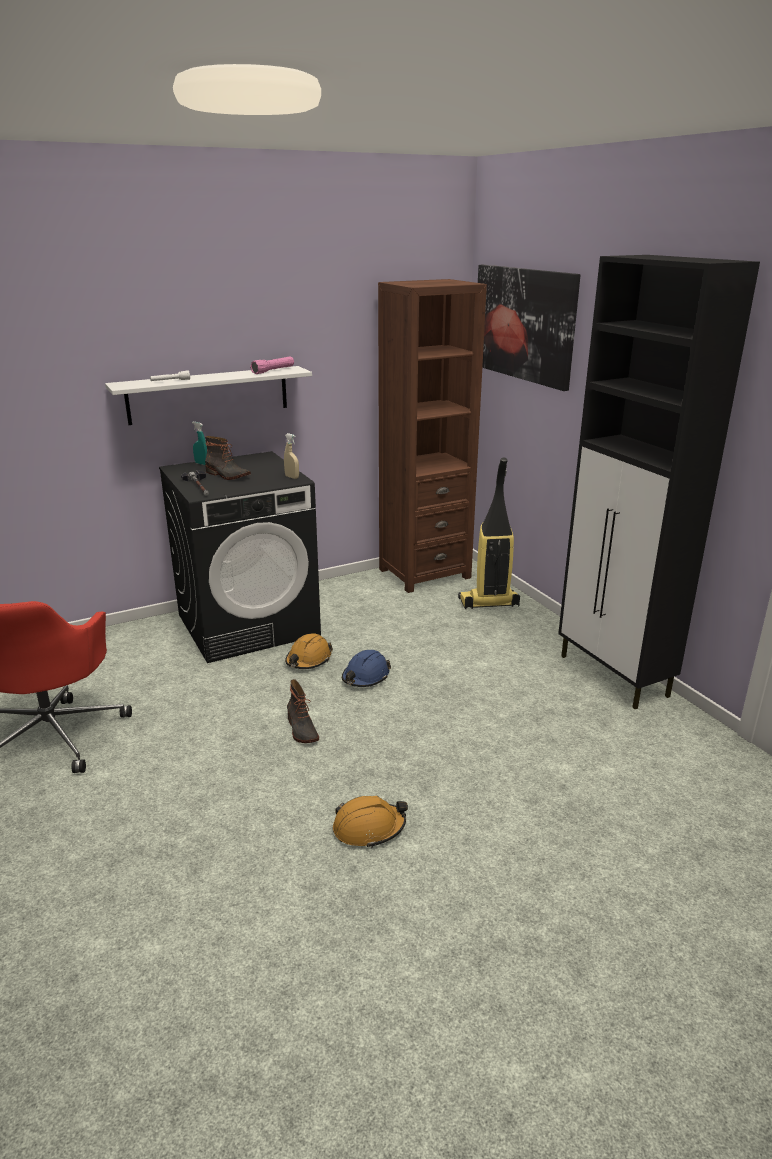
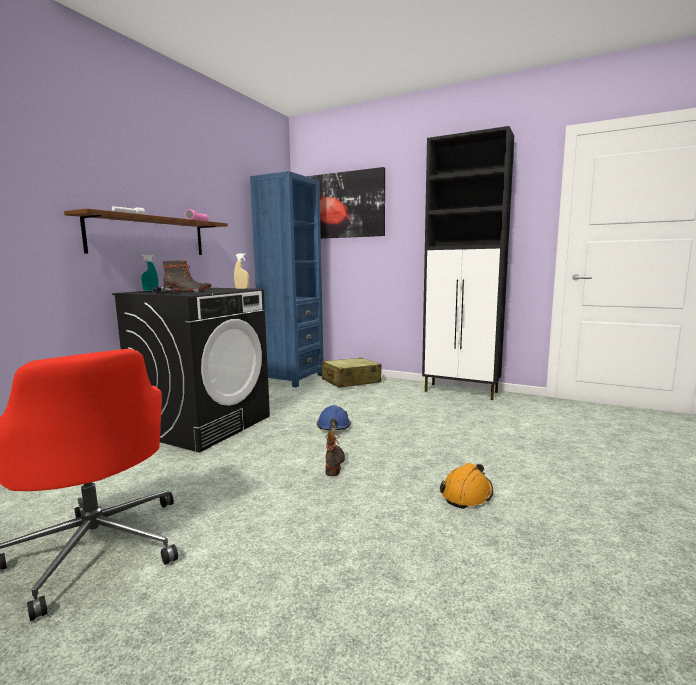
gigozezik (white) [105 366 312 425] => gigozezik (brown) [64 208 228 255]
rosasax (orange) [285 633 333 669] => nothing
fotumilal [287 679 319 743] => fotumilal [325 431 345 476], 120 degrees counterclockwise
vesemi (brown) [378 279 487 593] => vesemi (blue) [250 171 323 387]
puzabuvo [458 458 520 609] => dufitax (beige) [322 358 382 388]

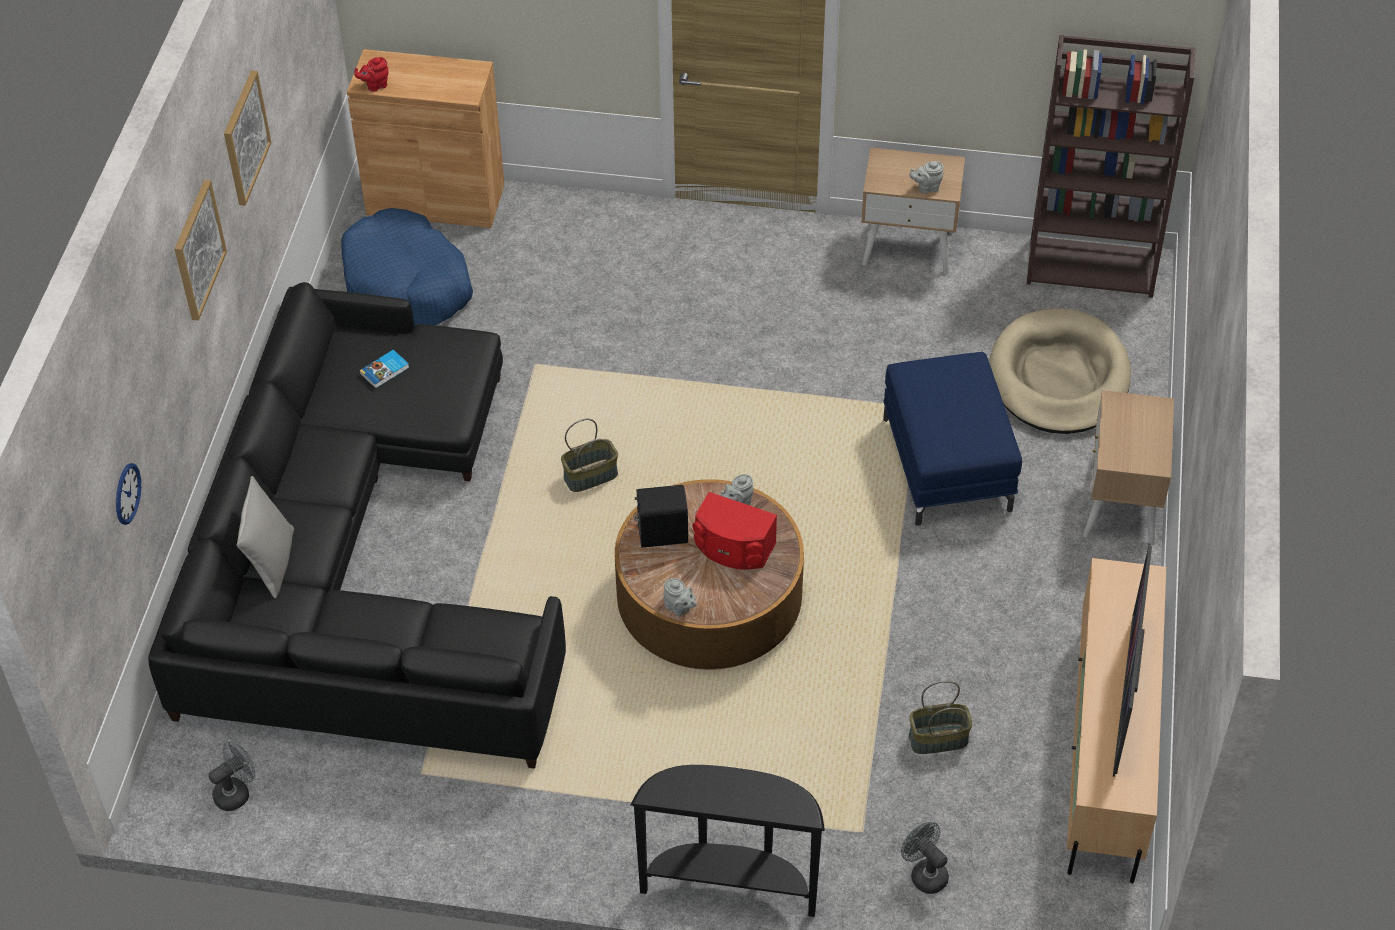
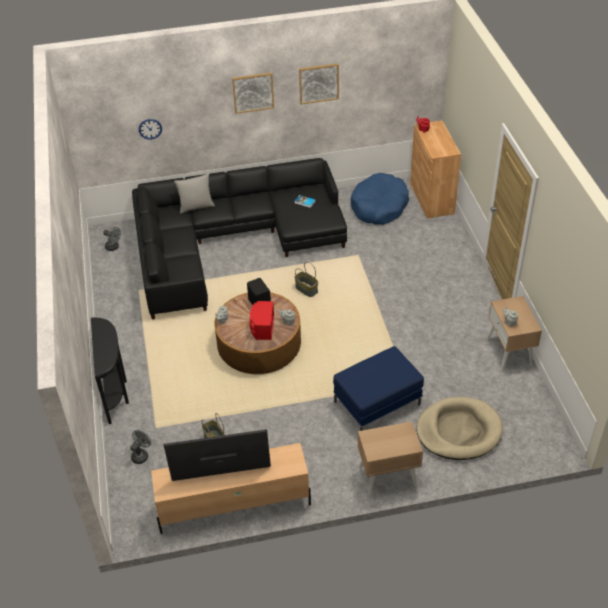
vesemi (brown) [1027 35 1195 298] => nothing

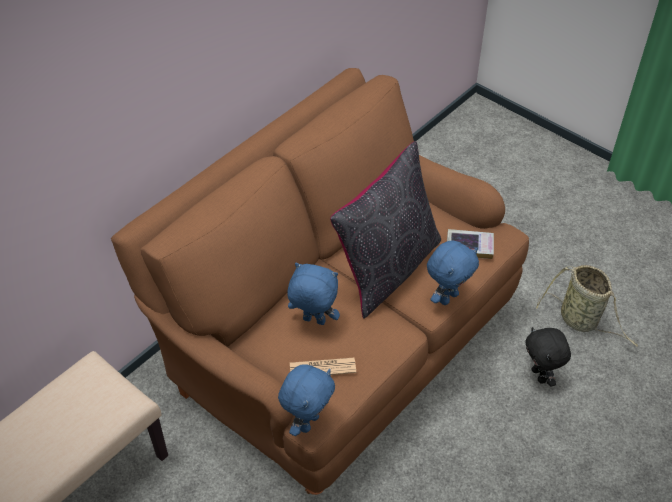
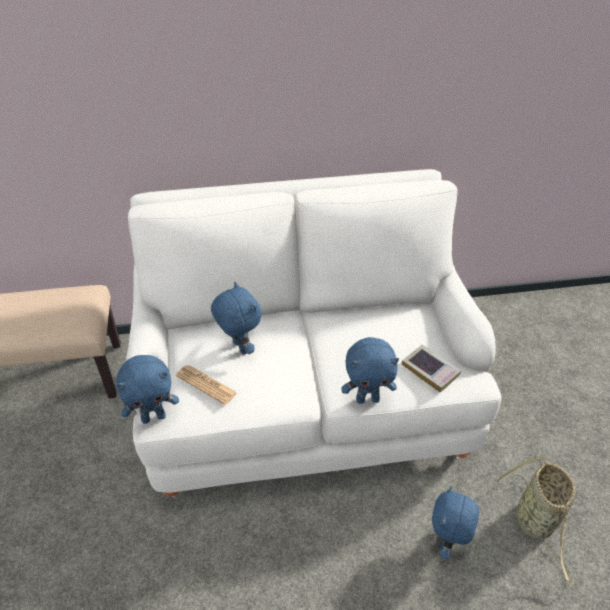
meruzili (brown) [111 68 529 495] => meruzili (white) [126 169 501 497]
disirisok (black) [330 141 441 319] => nothing
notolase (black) [525 327 571 387] => notolase (blue) [432 486 479 559]

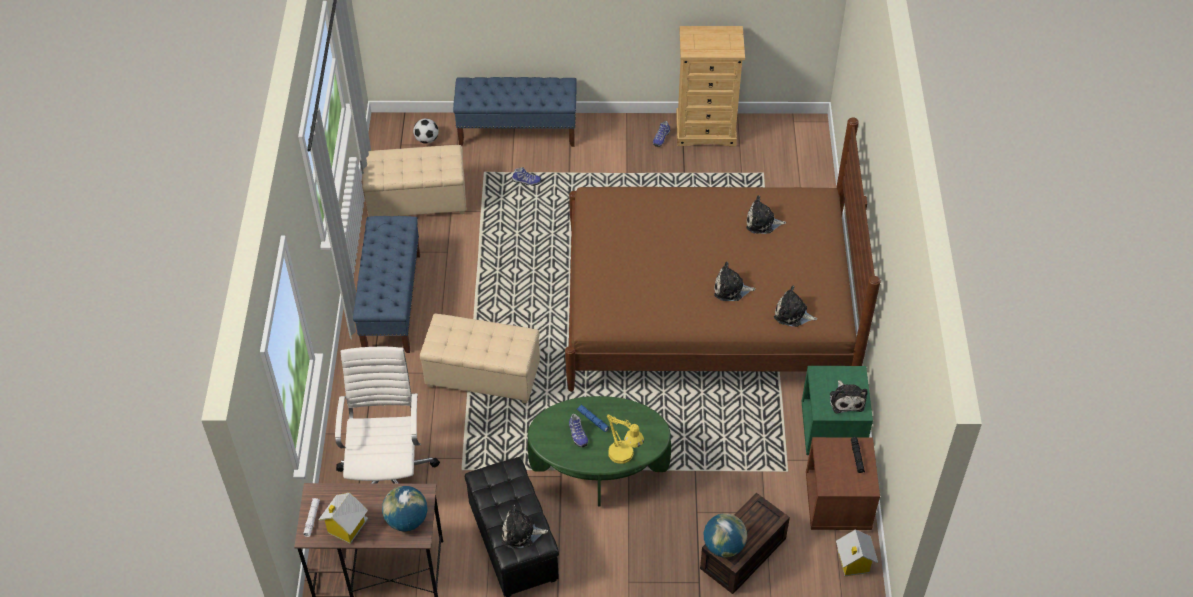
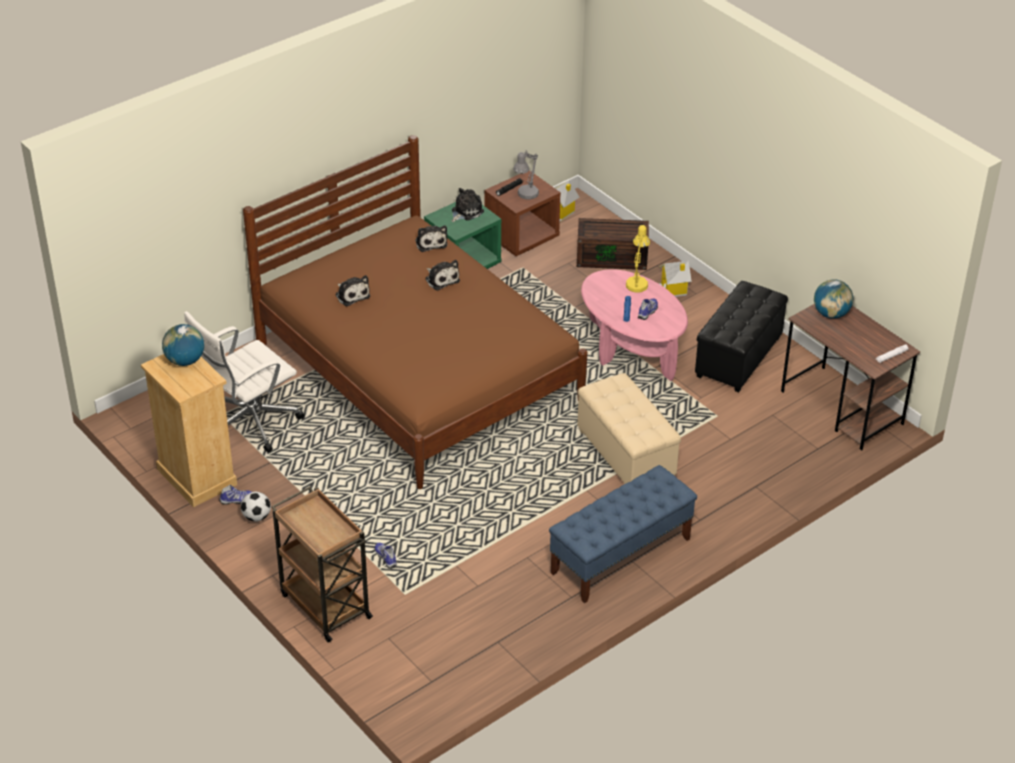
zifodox [318 492 368 544] => zifodox [659 261 692 297], shifted
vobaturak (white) [335 346 440 484] => vobaturak (white) [184 311 305 453], shifted
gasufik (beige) [362 145 466 217] => nothing
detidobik [413 118 439 144] => detidobik [241 492 271 522], shifted
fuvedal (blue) [453 77 577 147] => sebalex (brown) [272 486 373 643]
notolase [502 504 548 548] => nothing
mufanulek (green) [528 396 671 507] => mufanulek (pink) [581 269 688 381]
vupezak [704 513 747 557] => vupezak [162 324 204 366], shifted
nothing => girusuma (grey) [513 150 539 199]

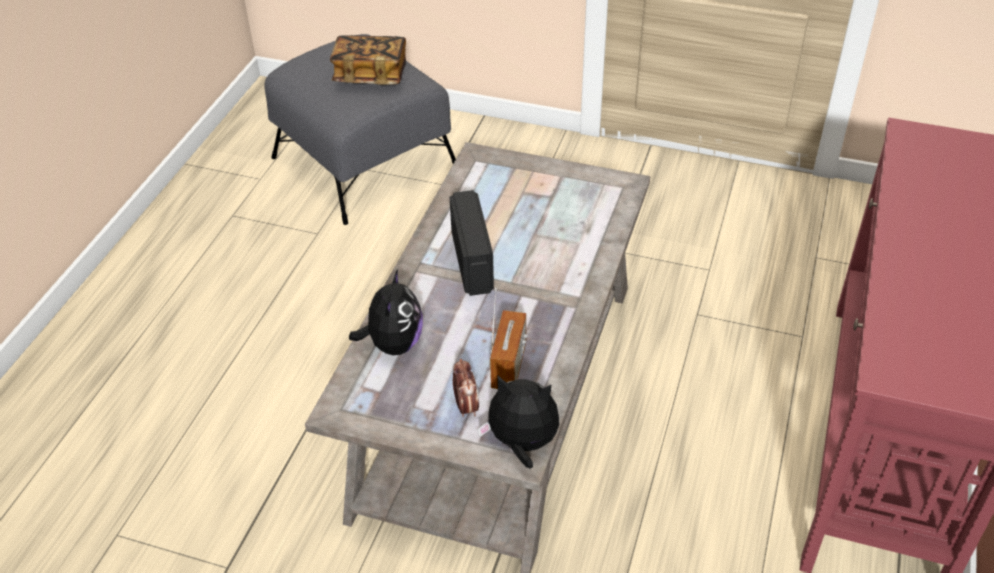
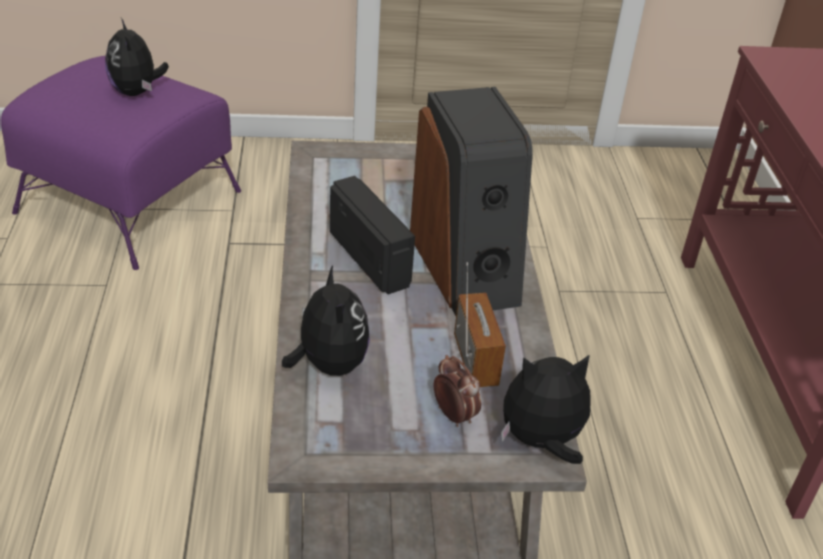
gasufik (grey) [264 34 456 225] => gasufik (purple) [1 56 241 270]
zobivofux [330 35 406 85] => notolase [105 18 169 96]
nothing => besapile [410 87 533 316]

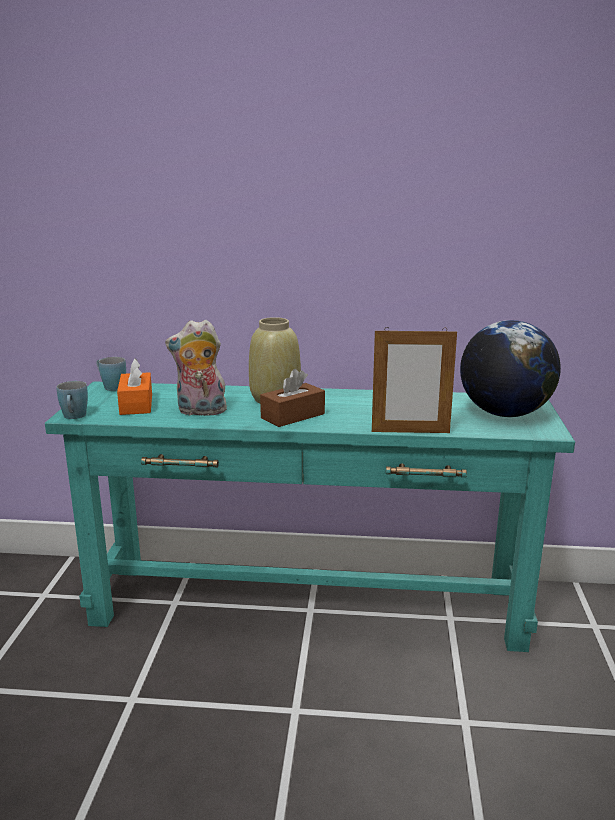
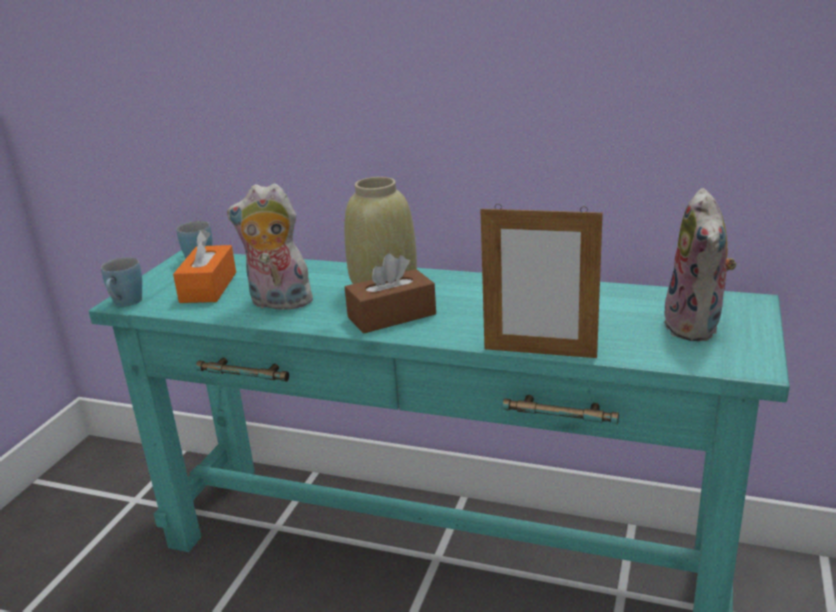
vupezak [460 320 561 417] => notolase [664 188 737 342]

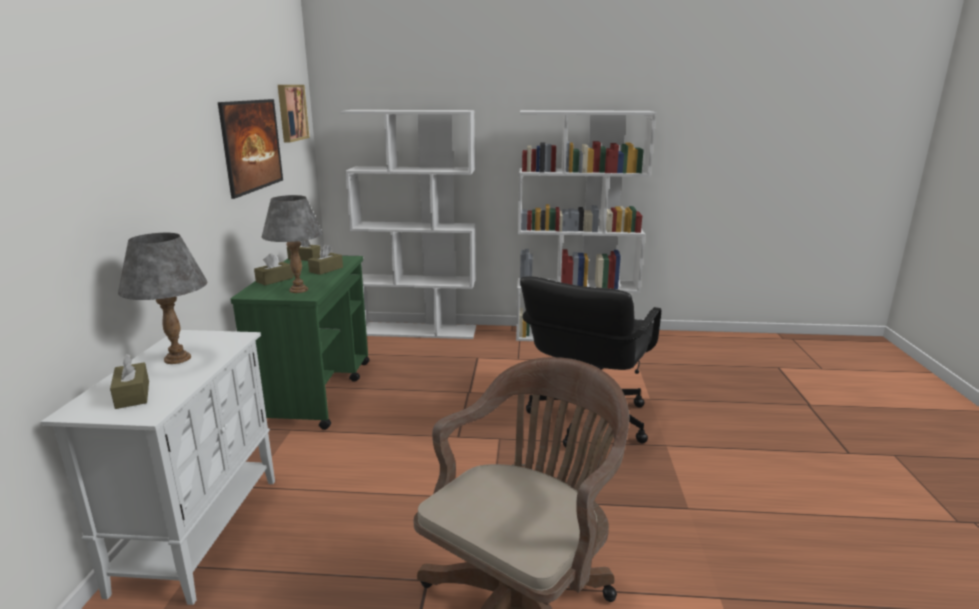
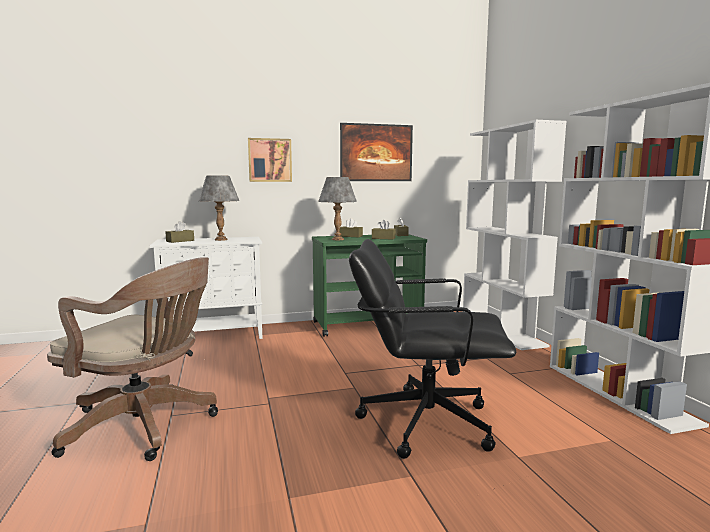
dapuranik [278 85 310 142] => dapuranik [248 138 292 182], shifted

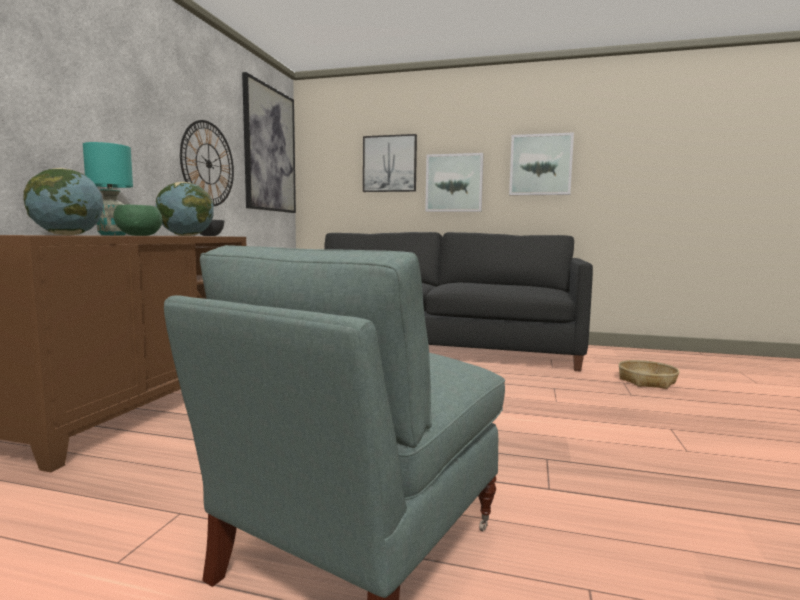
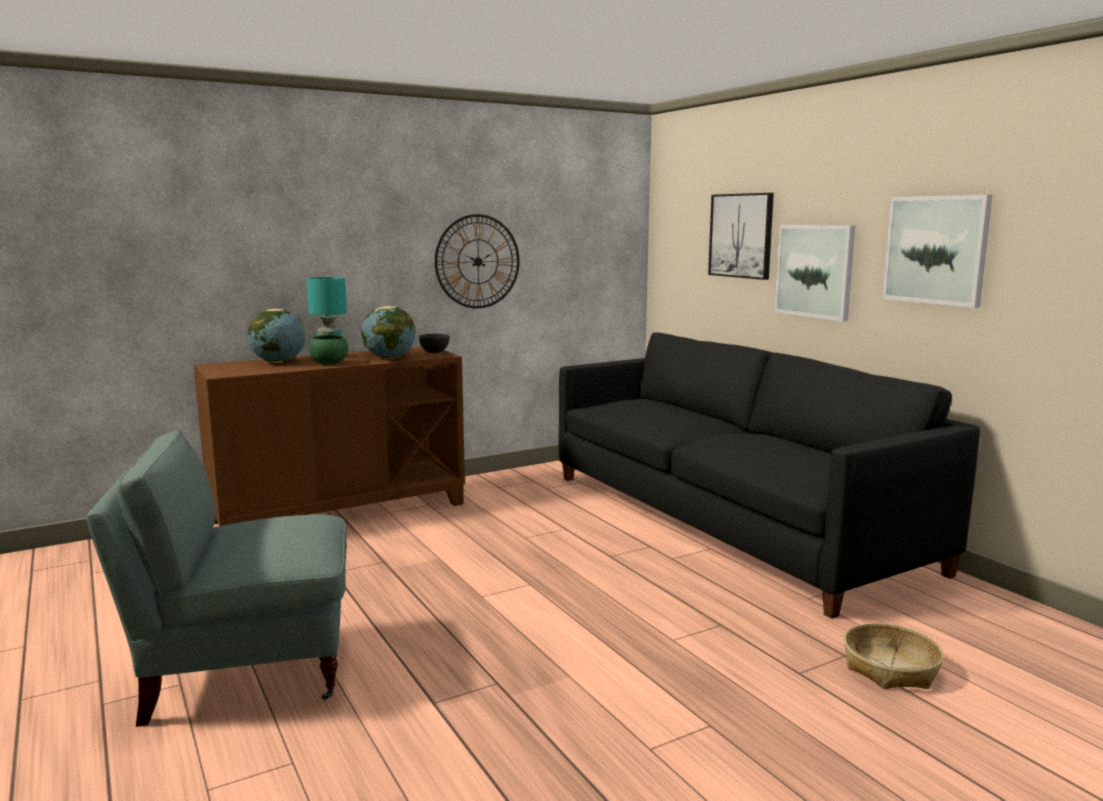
dapuranik [242 72 296 213] => nothing

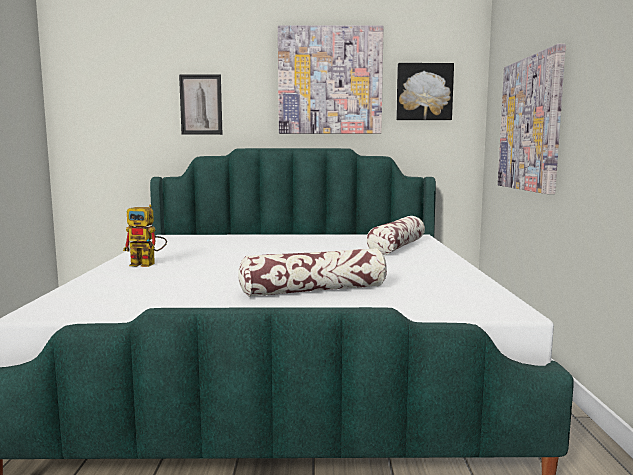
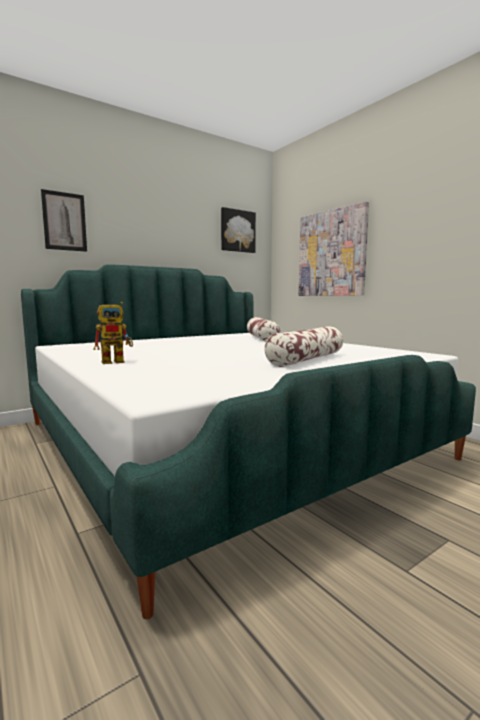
dapuranik [278 25 384 134] => nothing

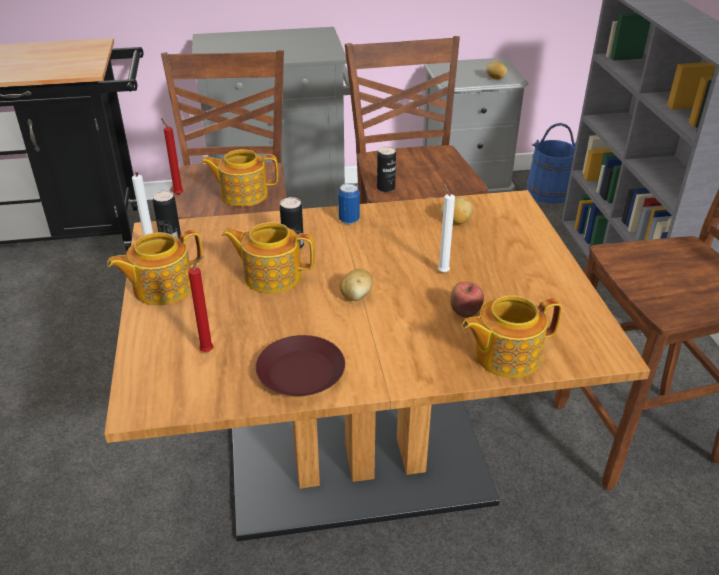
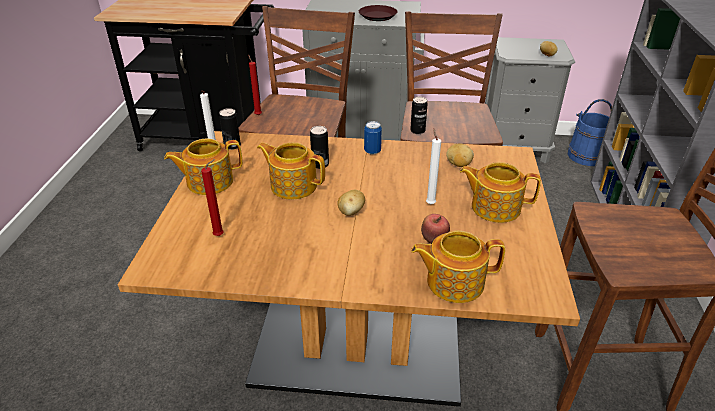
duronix [201 149 278 207] => duronix [460 162 541 223], shifted
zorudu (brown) [256 335 345 396] => zorudu (brown) [359 5 397 21], shifted

